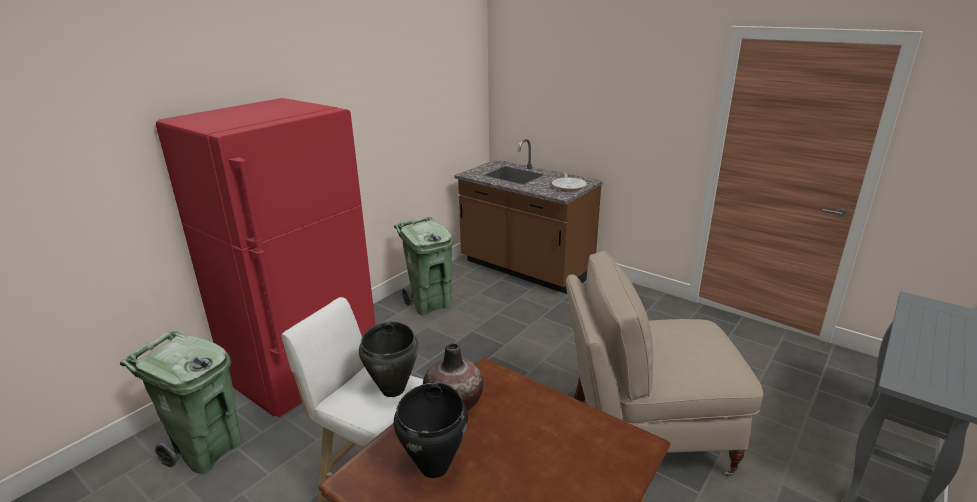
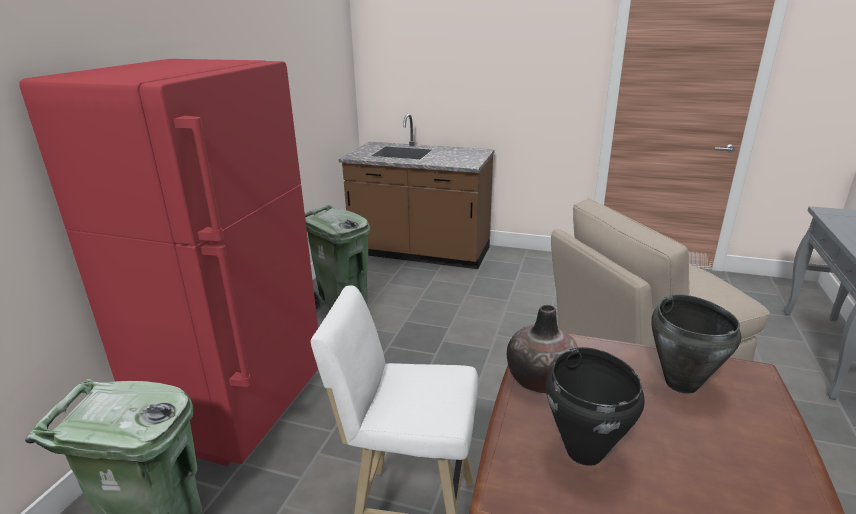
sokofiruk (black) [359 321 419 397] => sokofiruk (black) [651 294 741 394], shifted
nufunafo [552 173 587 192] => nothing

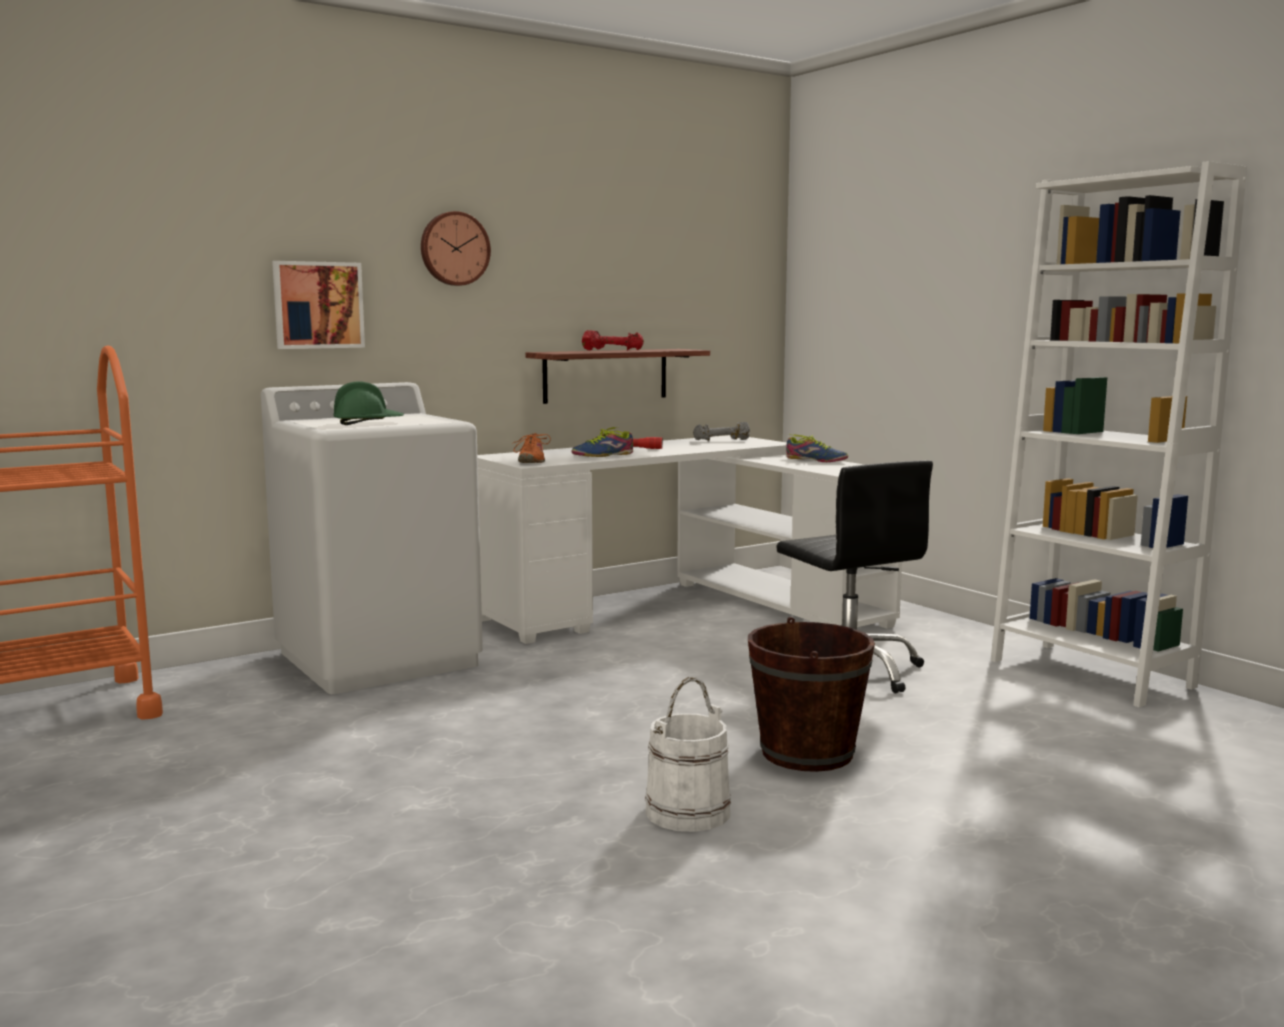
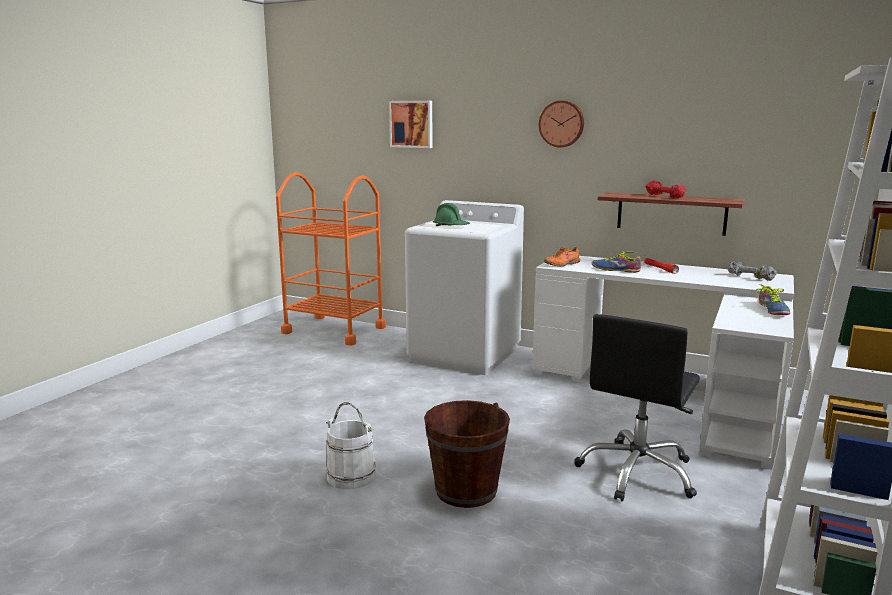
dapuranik [272 261 365 349] => dapuranik [389 101 432 148], shifted

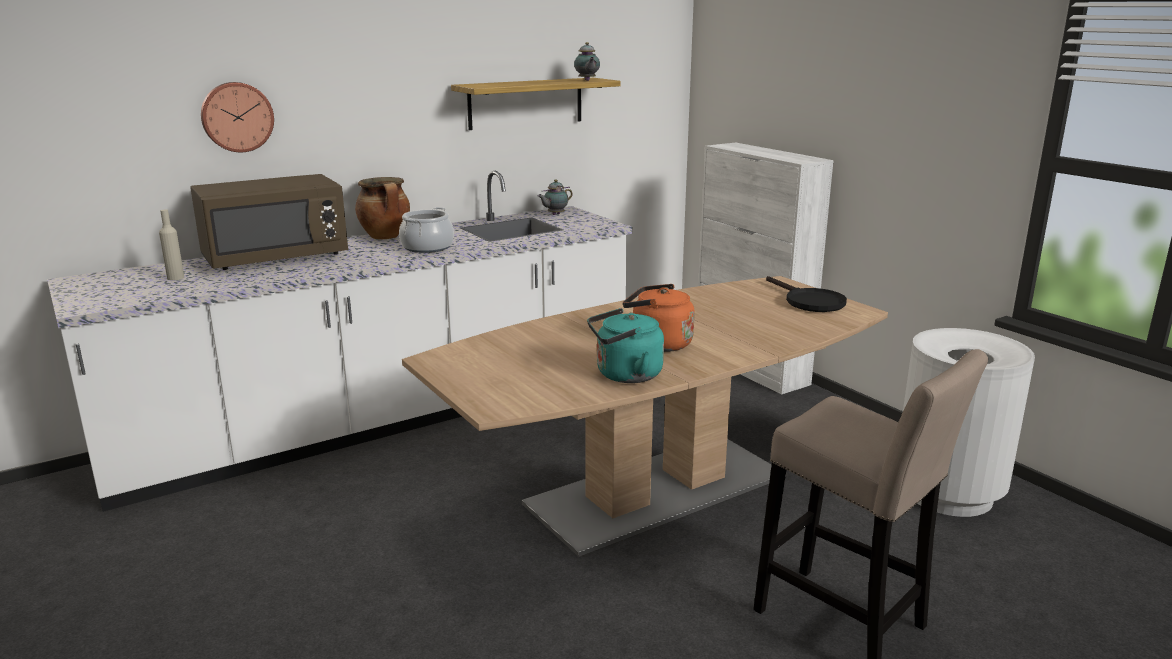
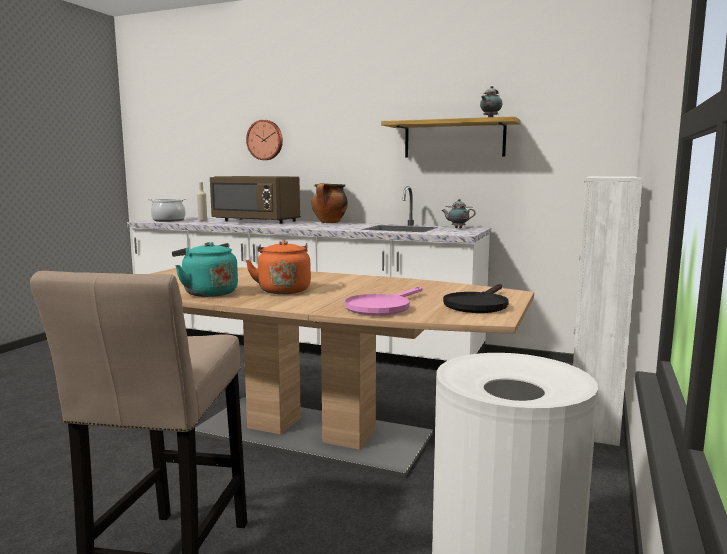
sokofiruk [399 207 454 253] => sokofiruk [148 199 187 222], shifted
nothing => nufunafo (pink) [344 287 422 316]

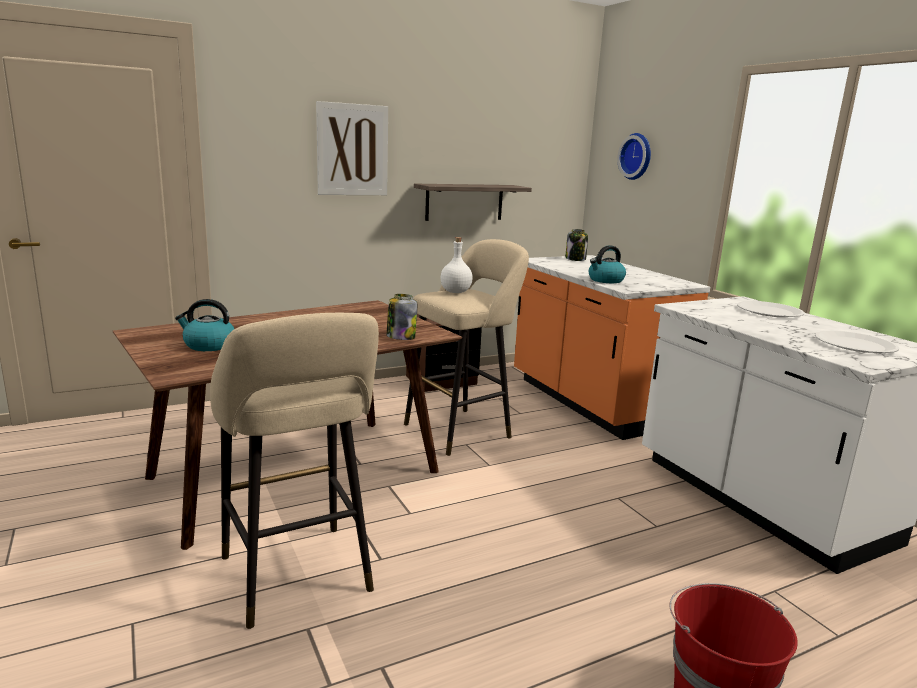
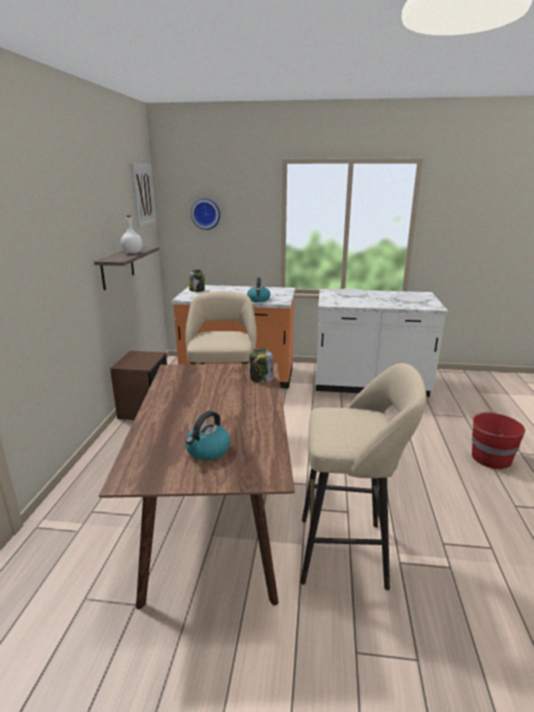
dapuranik [316 101 388 195] => dapuranik [131 164 156 228], shifted
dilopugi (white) [441 237 473 293] => dilopugi (white) [121 215 143 254], shifted

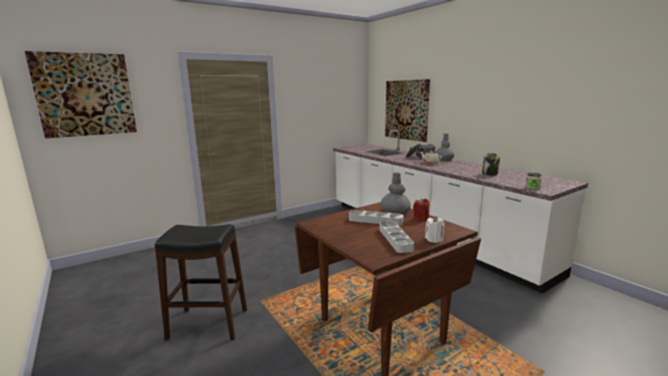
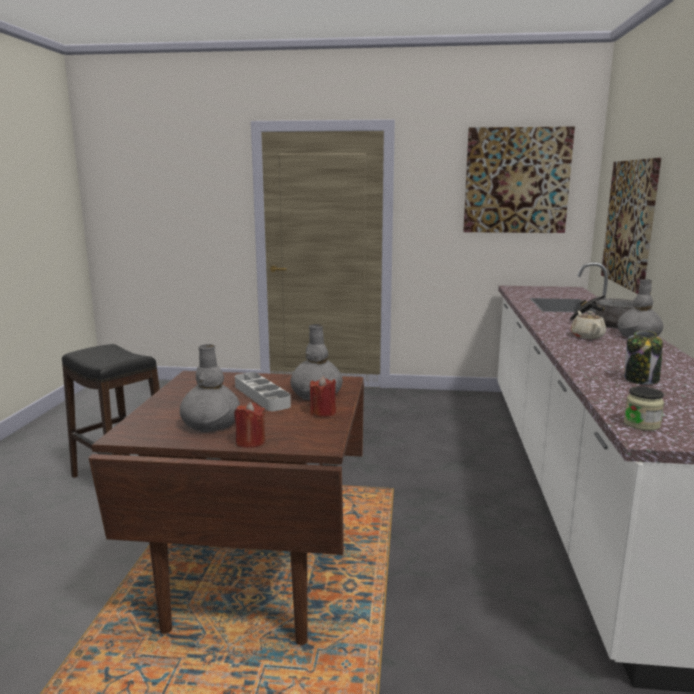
dapuranik [25 51 137 138] => dapuranik [463 126 575 233], shifted
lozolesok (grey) [380 221 414 253] => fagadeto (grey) [180 344 240 432]
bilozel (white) [425 216 445 243] => bilozel (red) [234 402 265 448]

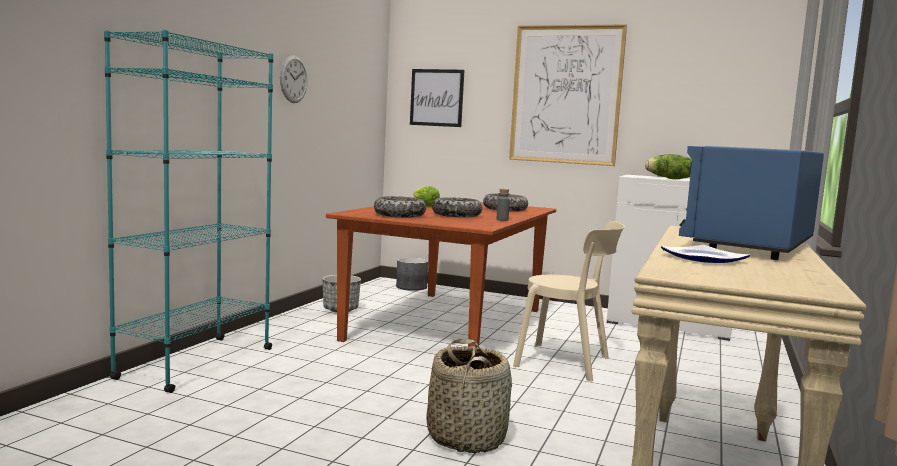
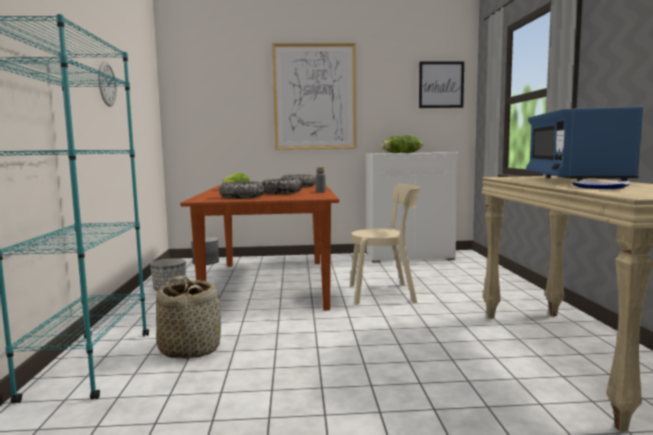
dapuranik [410 69 464 127] => dapuranik [419 61 464 108], shifted
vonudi [427 338 512 453] => vonudi [156 275 221 359], shifted

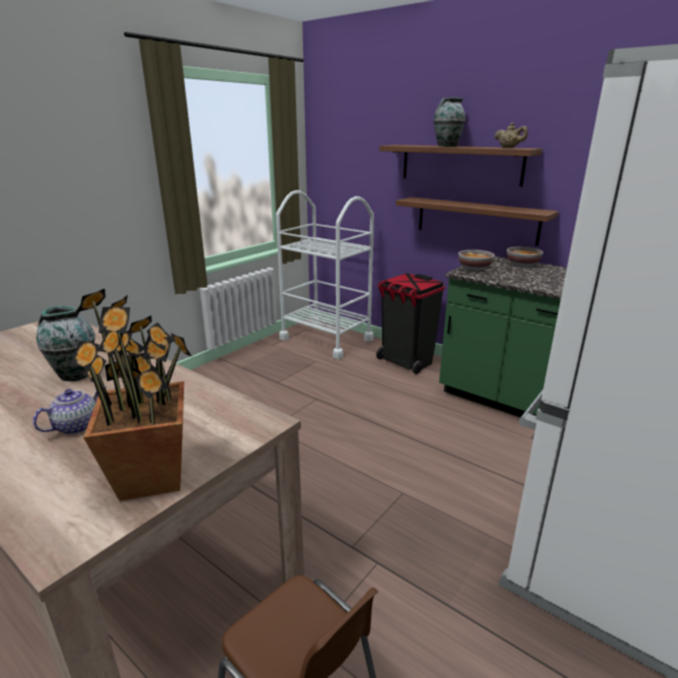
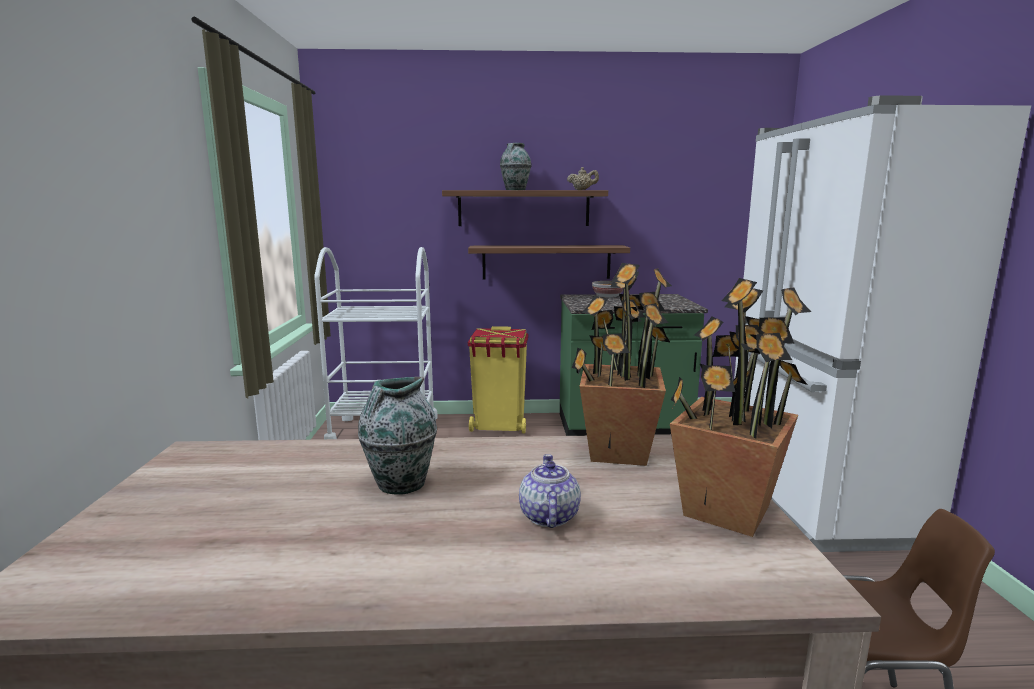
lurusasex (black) [376 273 445 374] => lurusasex (yellow) [468 326 529 433]
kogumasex [458 250 495 271] => nothing
nothing => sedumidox [571 263 672 466]

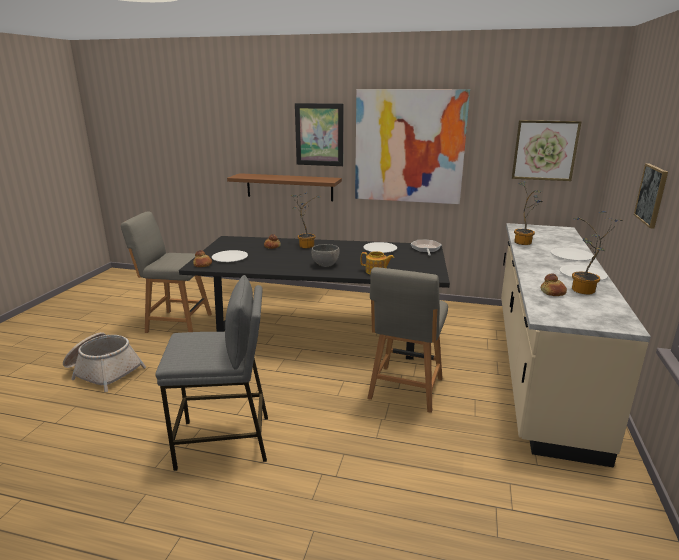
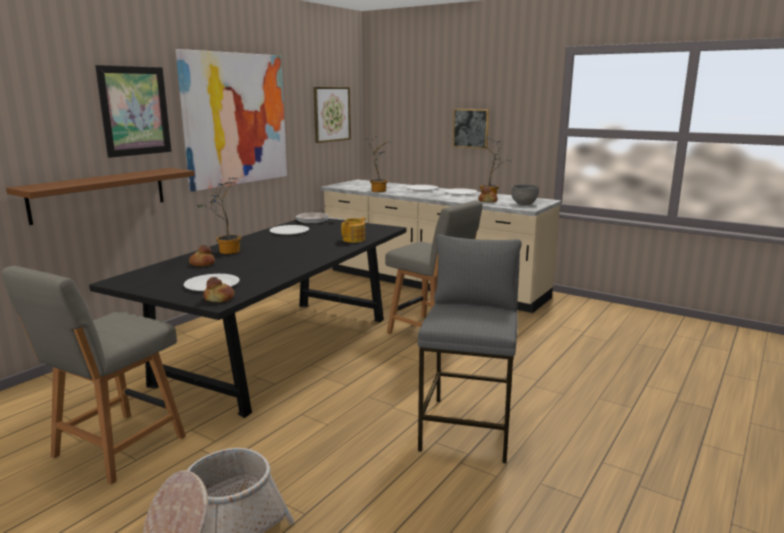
kogumasex (grey) [311 244 340 267] => kogumasex (grey) [511 184 539 205], shifted

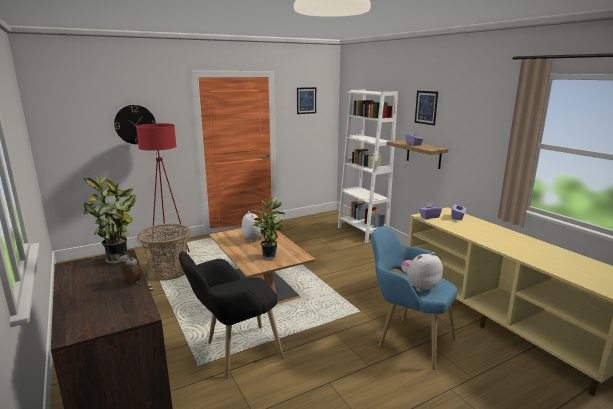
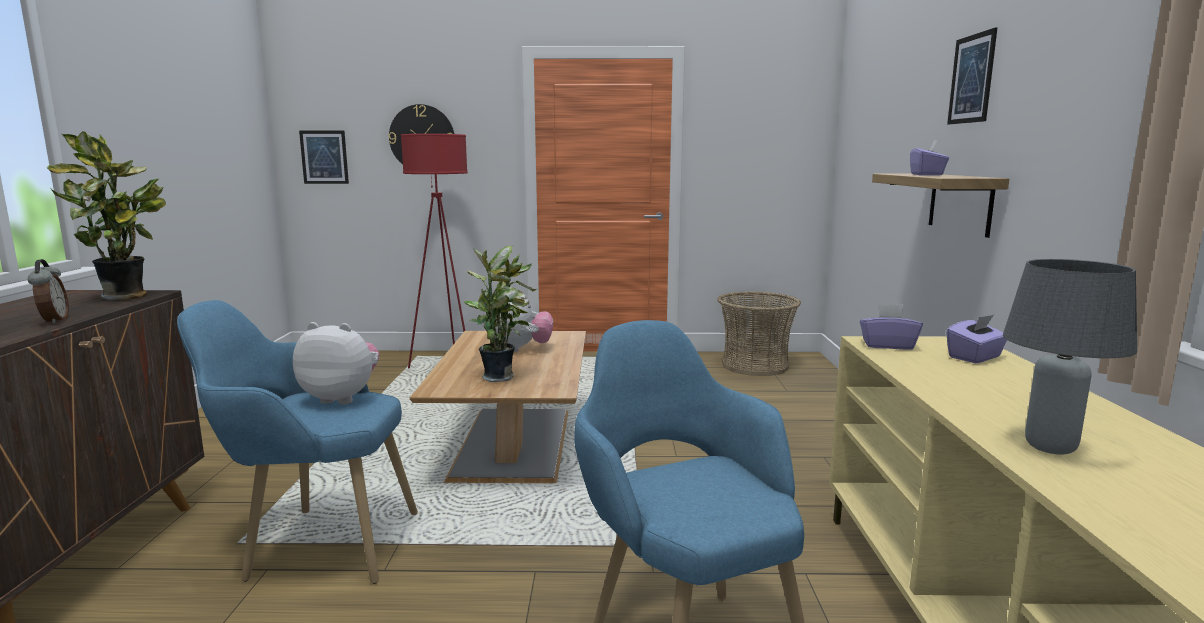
vonudi [137 223 191 281] => vonudi [717 291 801 376], shifted
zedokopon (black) [179 252 284 378] => zedokopon (blue) [177 300 418 584]
dapuranik [297 87 316 114] => dapuranik [299 131 349 184], shifted
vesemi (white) [338 90 398 243] => nothing
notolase [401 252 443 292] => notolase [293 322 379 405], shifted
nothing => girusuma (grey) [1003 259 1137 455]

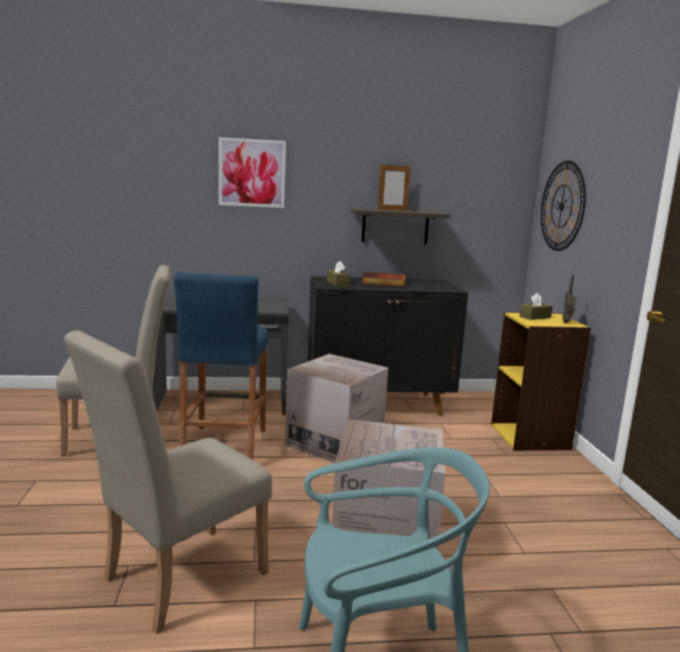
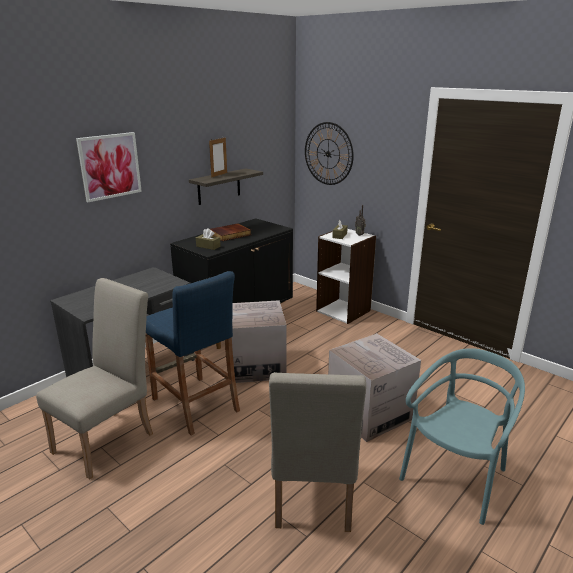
vesemi (yellow) [491 312 591 451] => vesemi (white) [316 229 376 324]

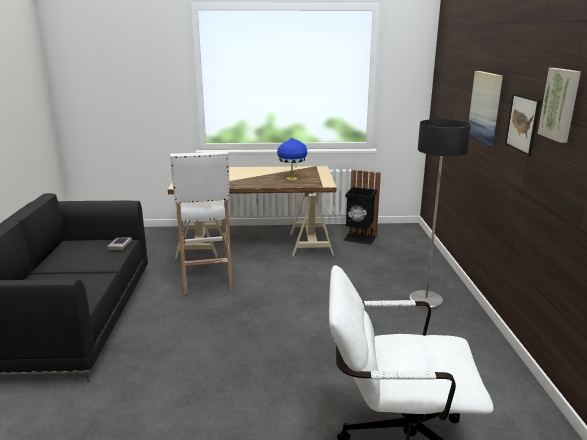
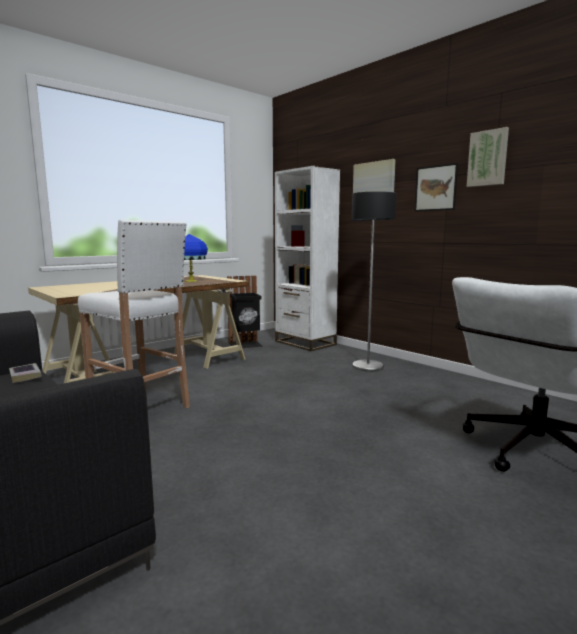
nothing => vesemi (white) [275 166 340 351]

